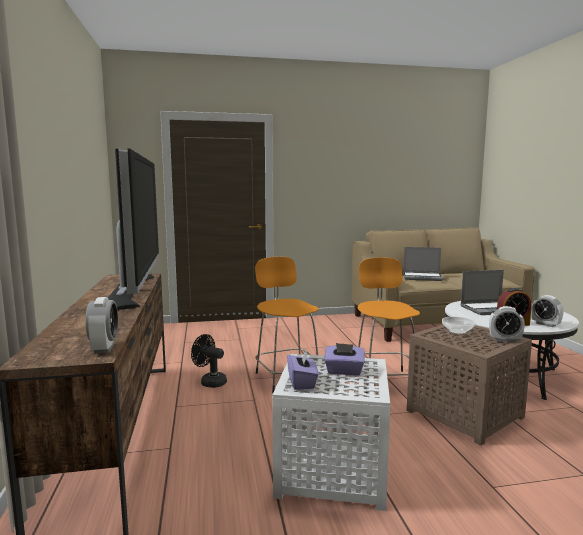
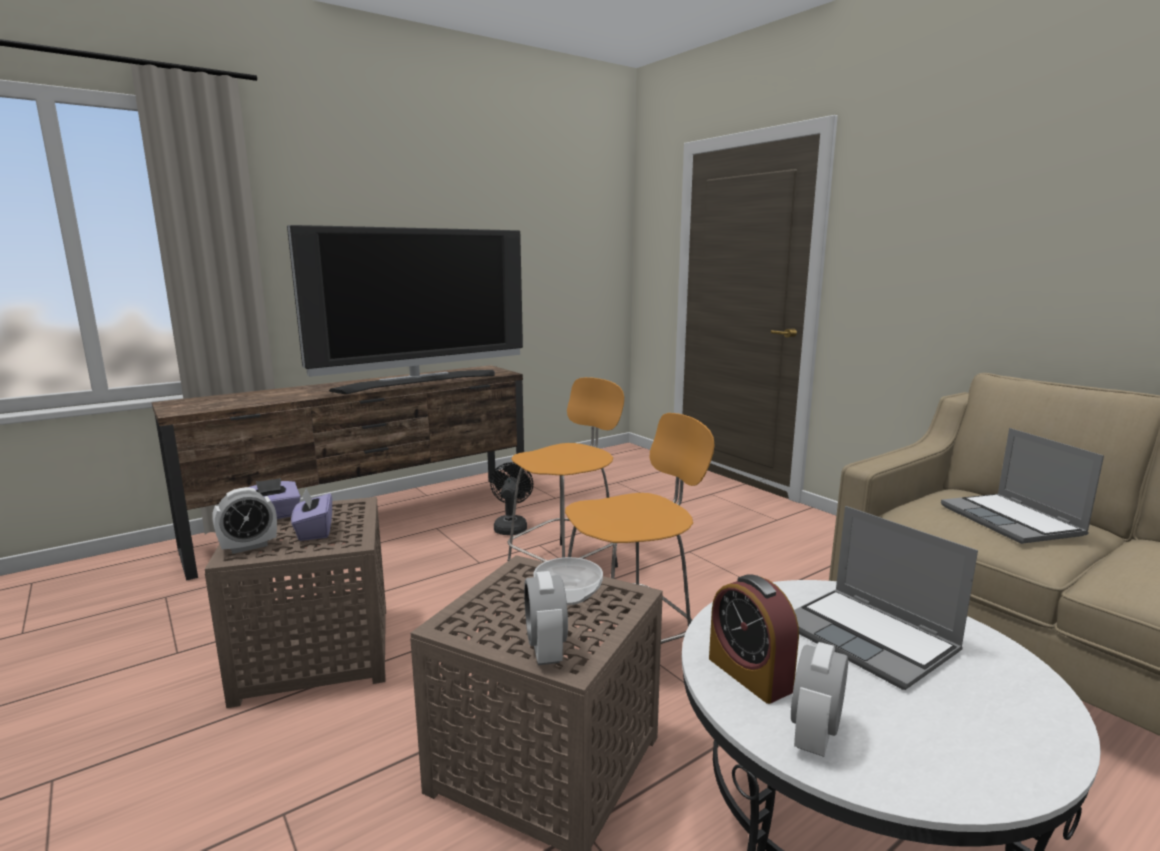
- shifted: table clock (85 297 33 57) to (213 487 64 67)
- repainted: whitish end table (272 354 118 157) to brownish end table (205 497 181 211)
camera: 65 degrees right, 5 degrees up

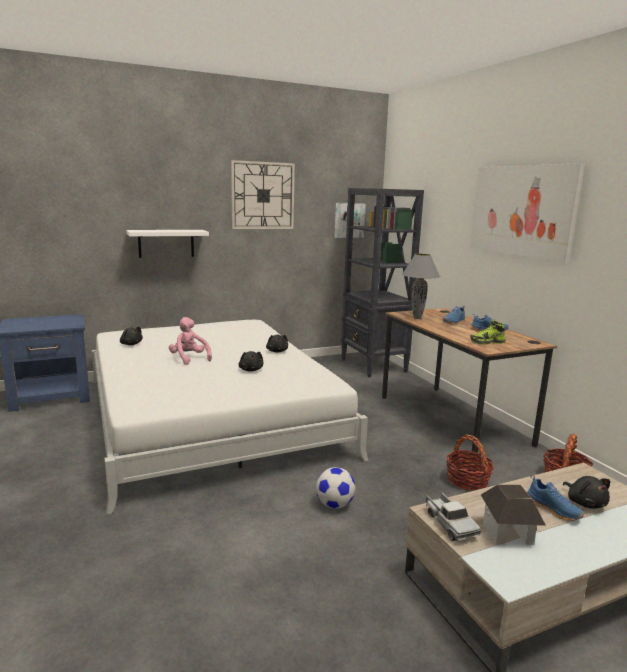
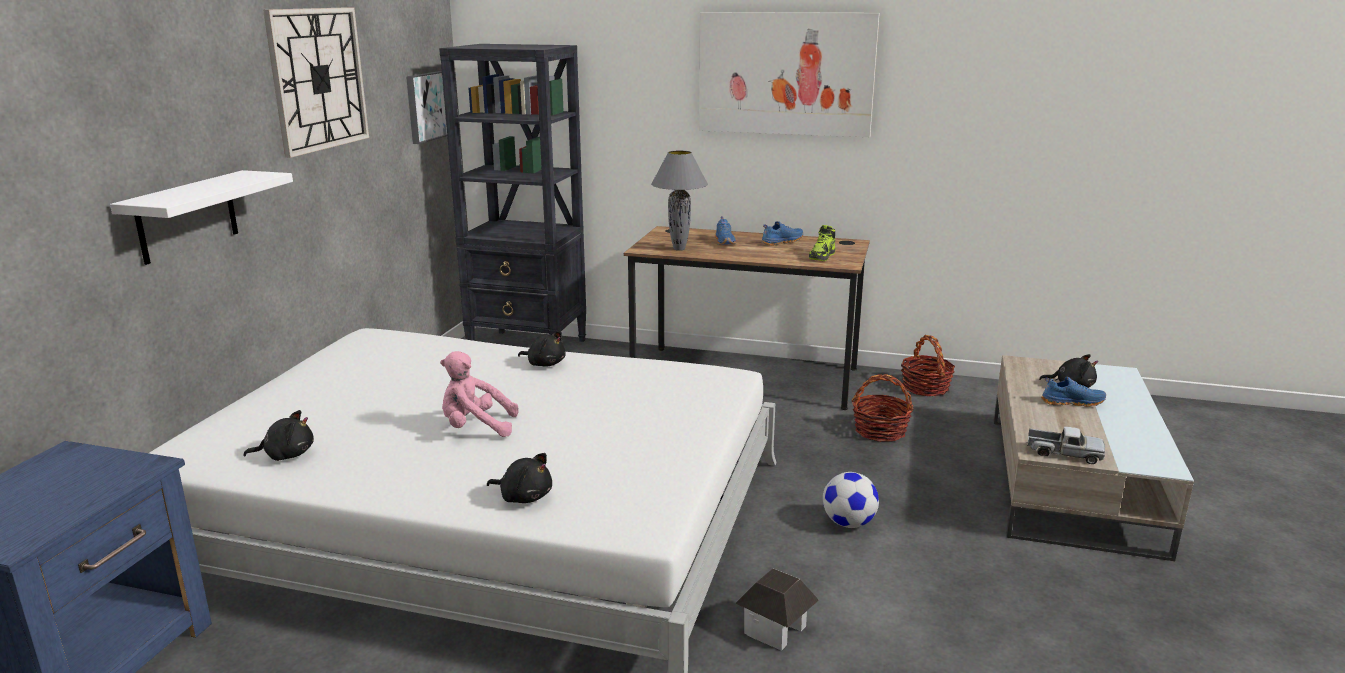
- shifted: blackish soft toy (238 351 26 21) to (487 453 65 50)
- shifted: model house (481 485 65 60) to (735 569 84 82)
camera: 50 degrees left, 5 degrees up

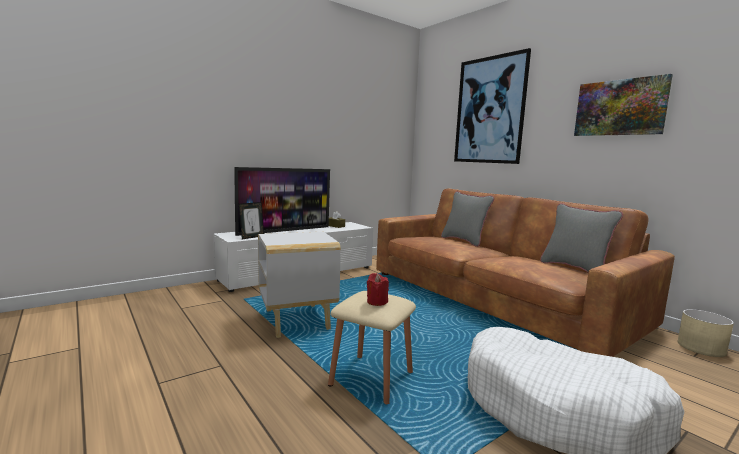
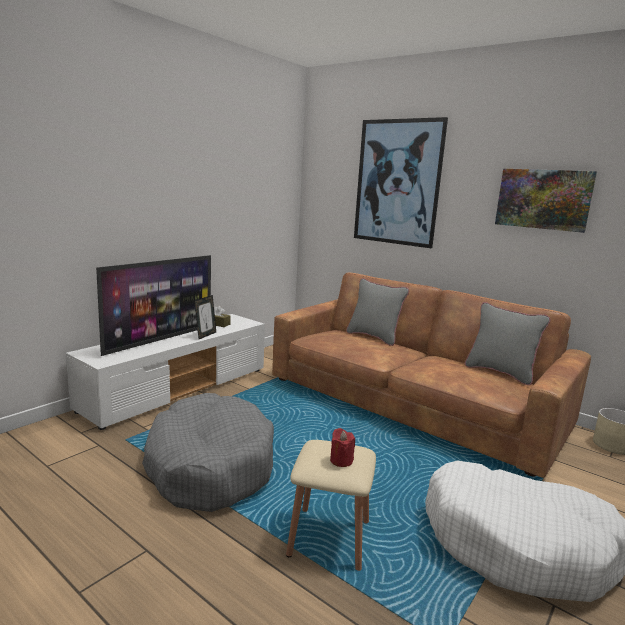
- shifted: standing frame (239 202 25 37) to (194 295 22 44)
- swapped: whitish end table (258 232 83 106) to greyish dog cushion (142 393 132 119)
camera: 15 degrees left, 5 degrees up

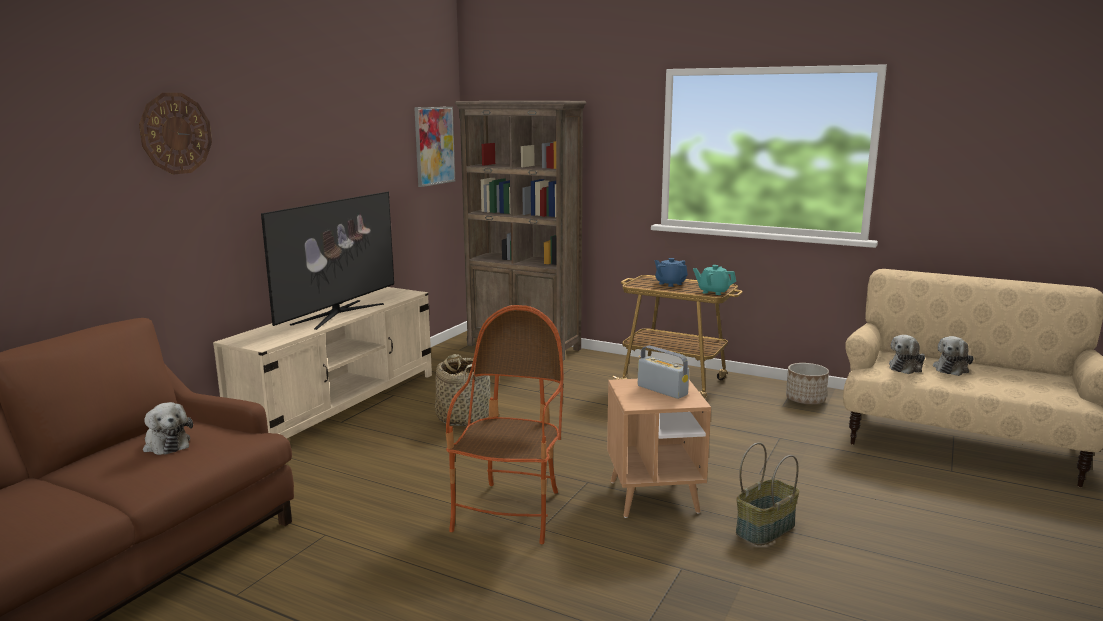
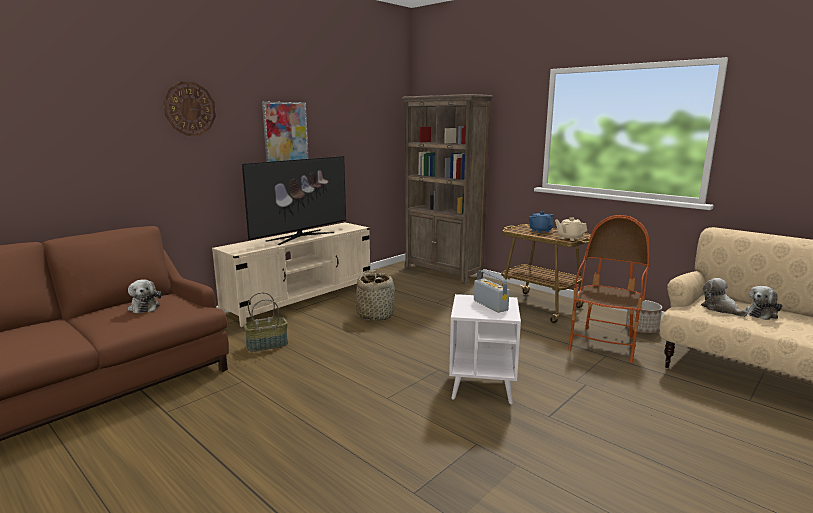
- shifted: wall art (414 107 41 80) to (262 101 47 61)
- shifted: easy chair (446 305 118 239) to (568 215 82 148)
- shifted: basket (736 442 63 104) to (244 292 44 60)
- repainted: brownish end table (607 379 104 139) to whitish end table (449 294 72 110)
- repainted: turquoise tea pot (693 265 43 30) to beige tea pot (555 217 32 24)
- rotated: soft toy (889 335 36 39) = (701 278 47 39) 90 degrees clockwise
camera: 15 degrees right, 0 degrees up

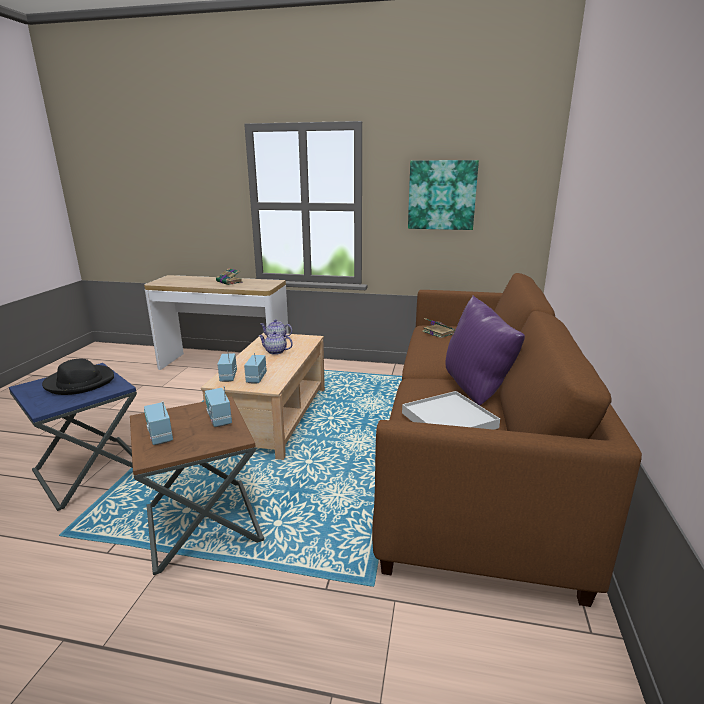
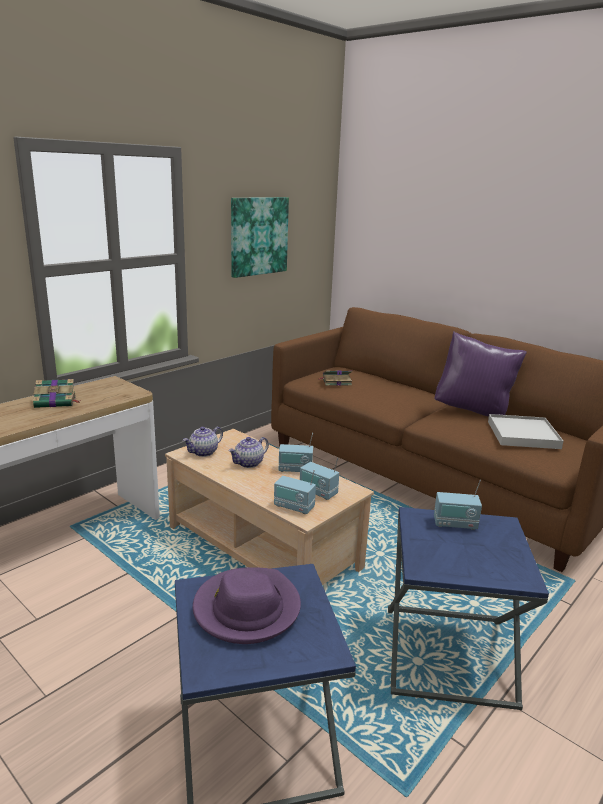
- shifted: radio (144 401 29 44) to (279 433 34 39)
- repainted: blackish clothing hat (42 359 72 36) to purple-coloured clothing hat (193 567 108 77)
- repainted: brownish end table (130 396 134 179) to bluish end table (388 507 161 203)
camera: 60 degrees left, 0 degrees up

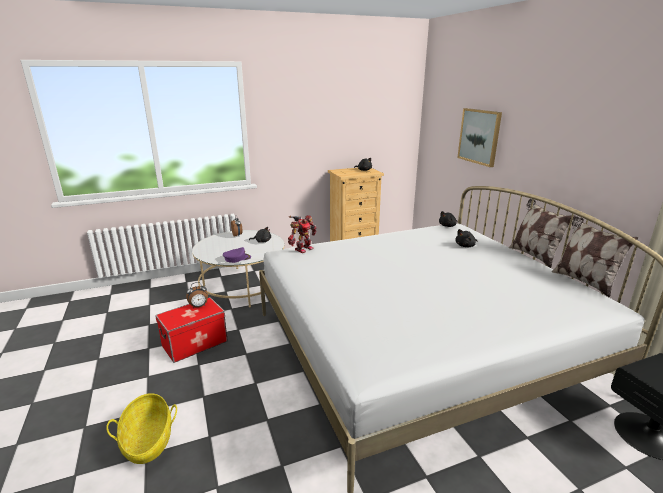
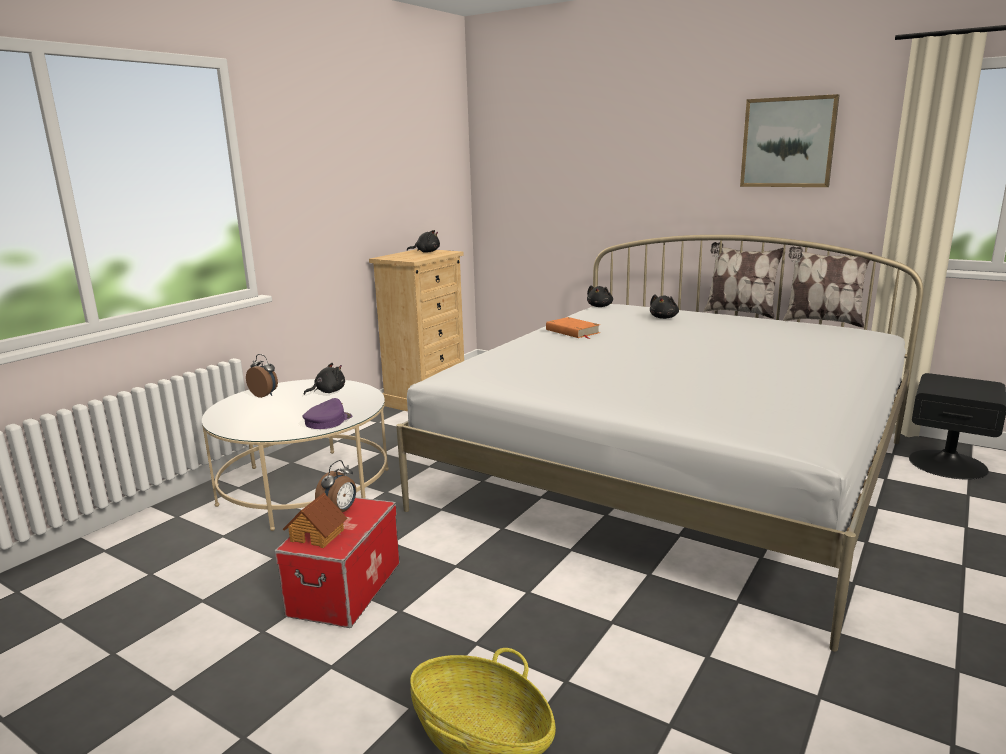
- gone: robot figure (288 215 29 38)
- new: model house (283 492 65 56)
- new: orange volume (546 317 54 22)
- shifted: wall art (457 108 45 59) to (740 94 99 93)
camera: 35 degrees left, 5 degrees down

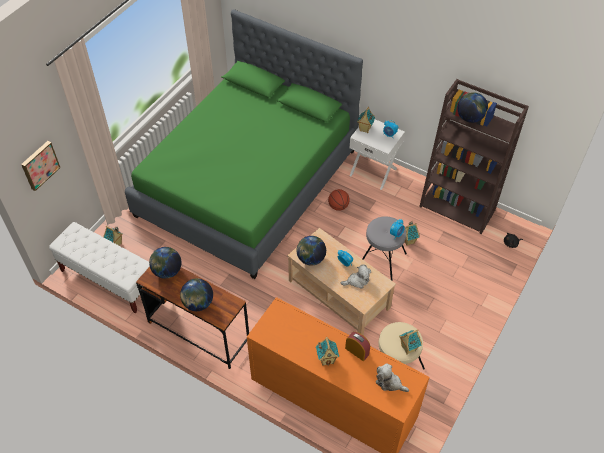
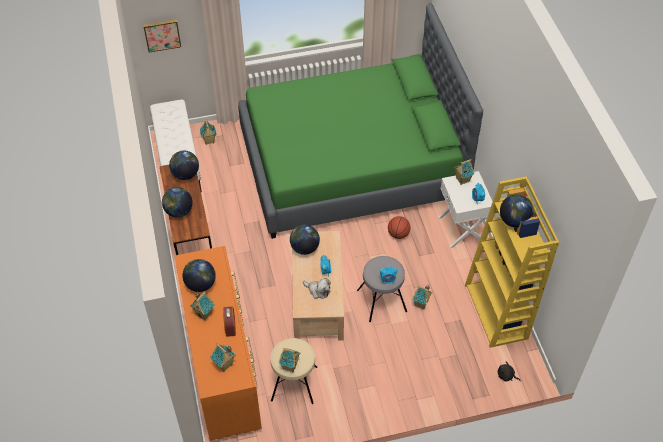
- new: world globe (182 259 34 33)
- swapped: soft toy (376 363 33 29) to model house (210 343 26 29)
- repainted: brownish bookcase (419 79 110 155) to yellowish bookcase (465 176 94 172)
camera: 45 degrees right, 0 degrees up

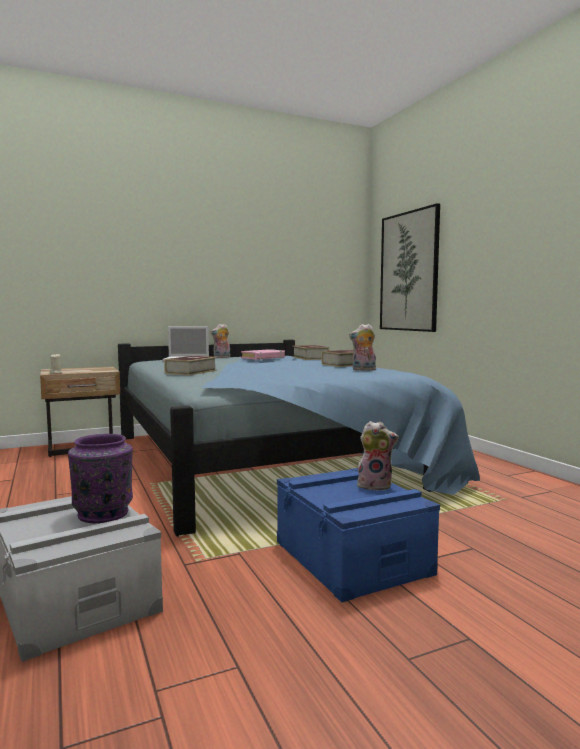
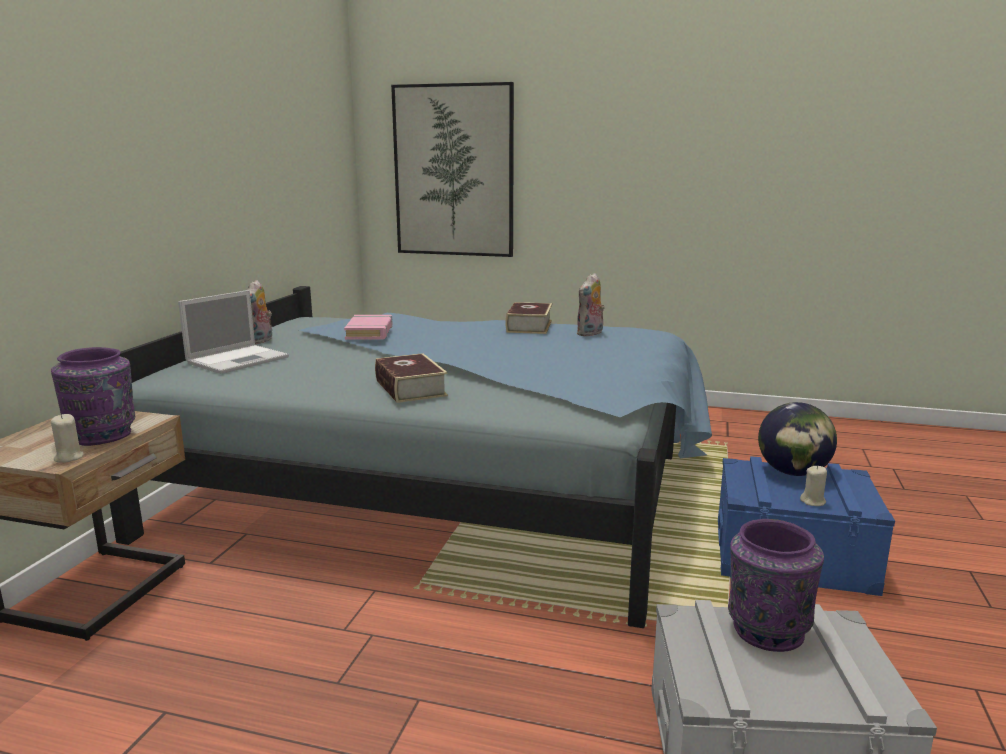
- gone: volume (293 345 36 15)
- new: purple-coloured decorative vase (51 347 84 99)
- new: beige candle (800 466 27 40)
- swapped: soft toy (357 421 42 70) to world globe (758 402 79 74)
camera: 50 degrees left, 10 degrees up

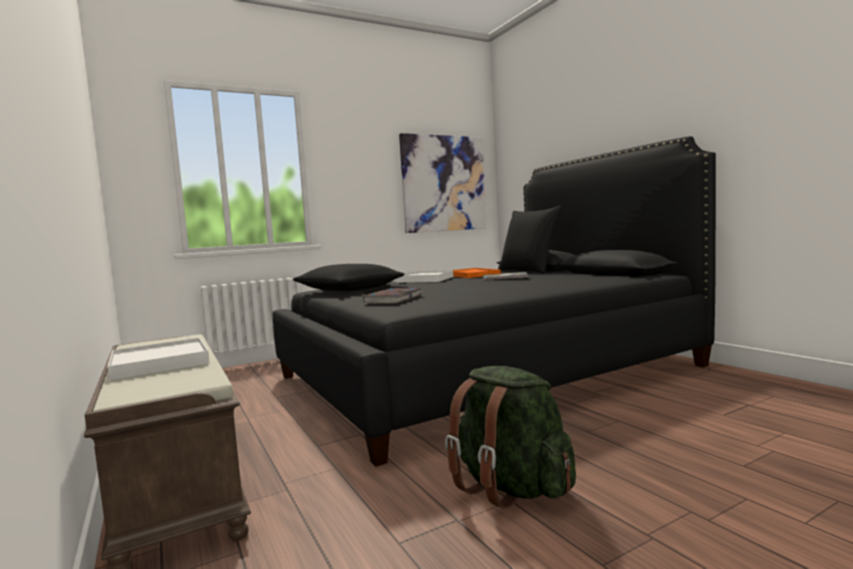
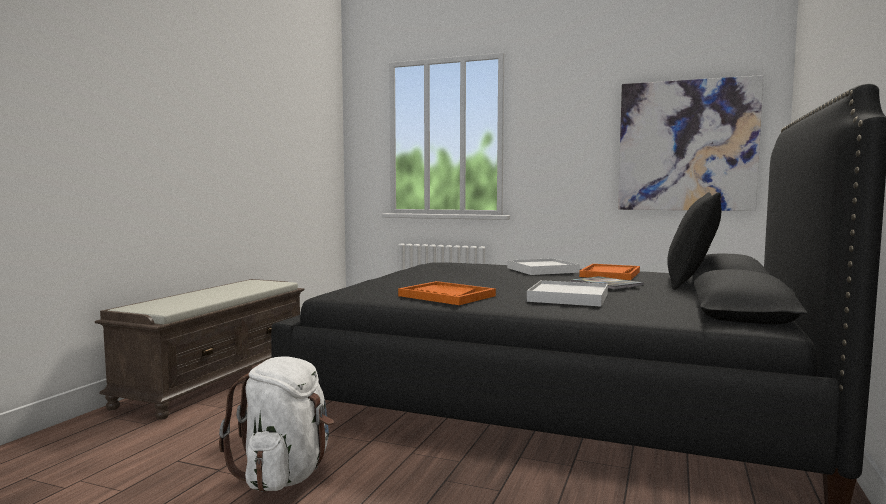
- gone: blackish throw pillow (293 264 112 27)
- gone: volume (363 288 59 15)
- new: orange tray (398 281 98 24)
- shifted: whitish tray (108 338 102 42) to (527 280 81 27)
- repainted: greenish rucksack (445 366 131 143) to whitish rucksack (219 356 115 136)
camera: 50 degrees right, 0 degrees up

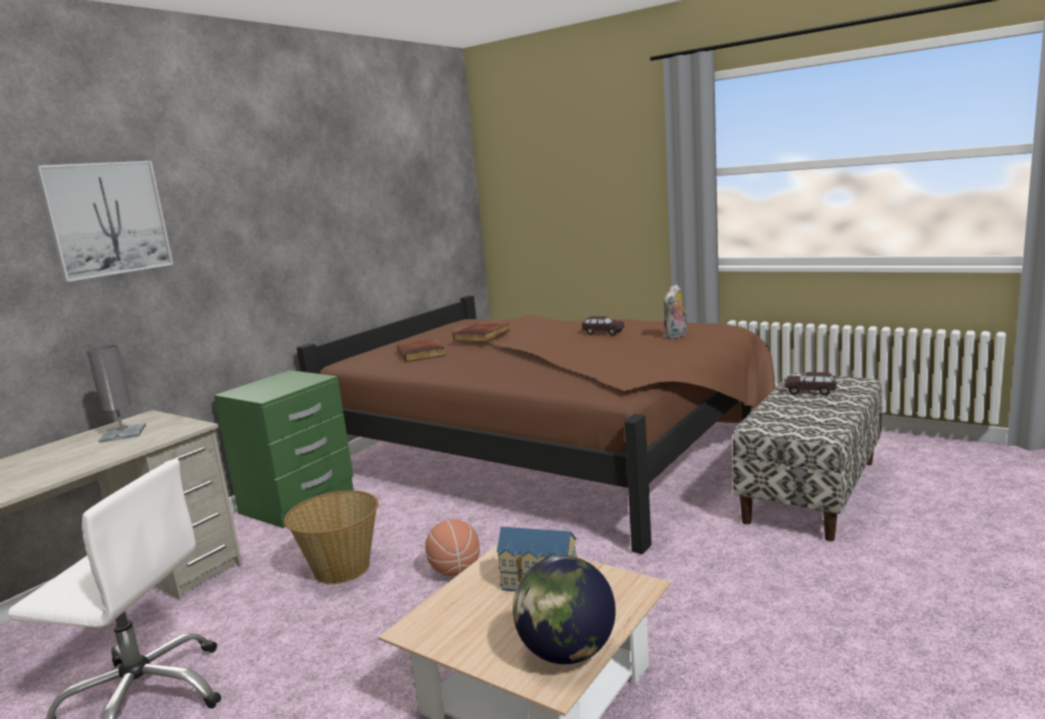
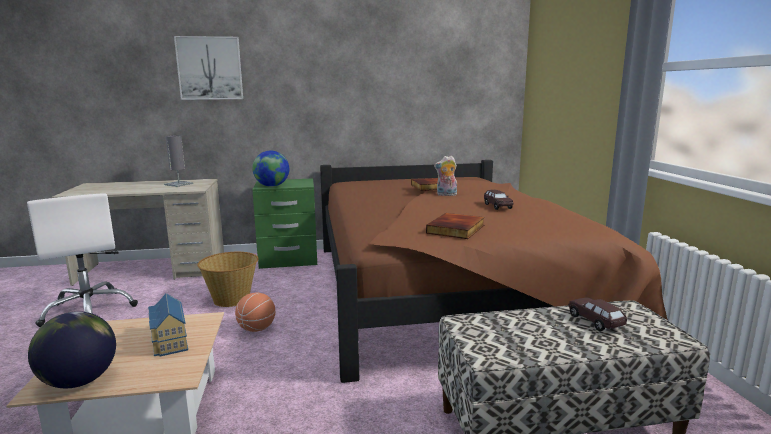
- new: world globe (252 151 37 36)
- shifted: volume (397 338 48 24) to (426 213 58 26)
- shifted: soft toy (664 284 23 55) to (434 156 23 40)
camera: 45 degrees right, 0 degrees up

